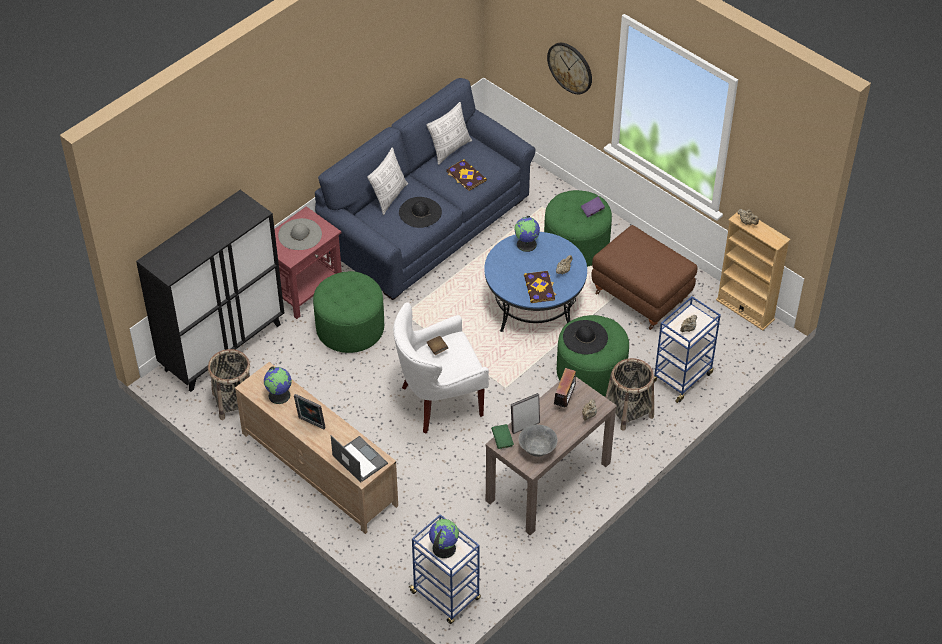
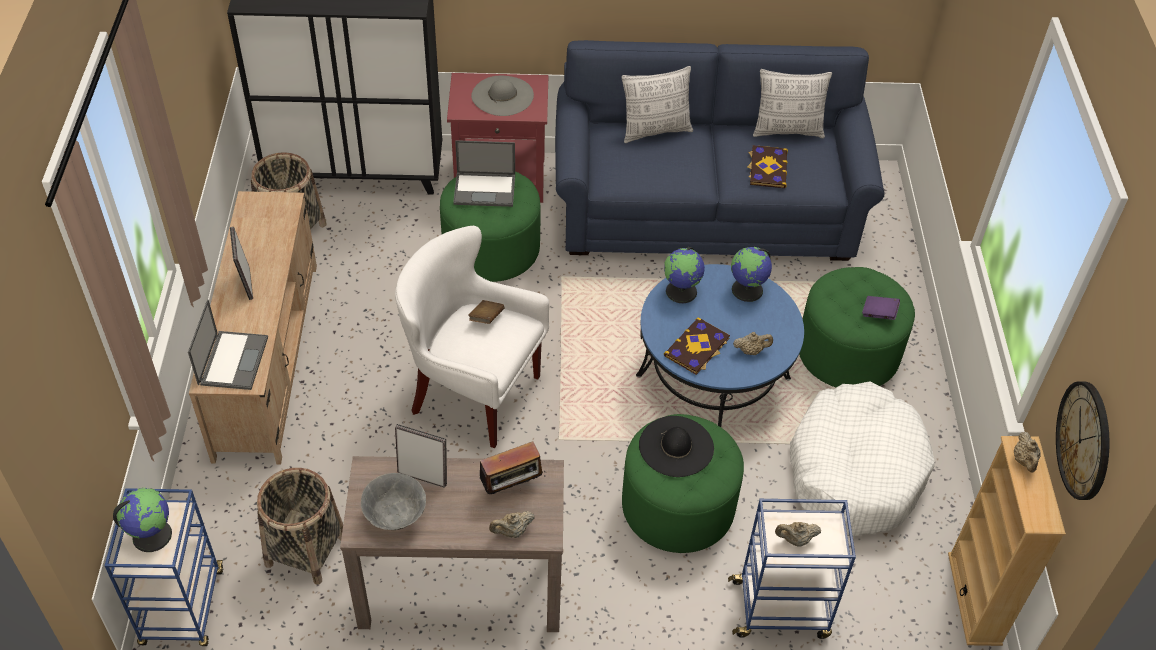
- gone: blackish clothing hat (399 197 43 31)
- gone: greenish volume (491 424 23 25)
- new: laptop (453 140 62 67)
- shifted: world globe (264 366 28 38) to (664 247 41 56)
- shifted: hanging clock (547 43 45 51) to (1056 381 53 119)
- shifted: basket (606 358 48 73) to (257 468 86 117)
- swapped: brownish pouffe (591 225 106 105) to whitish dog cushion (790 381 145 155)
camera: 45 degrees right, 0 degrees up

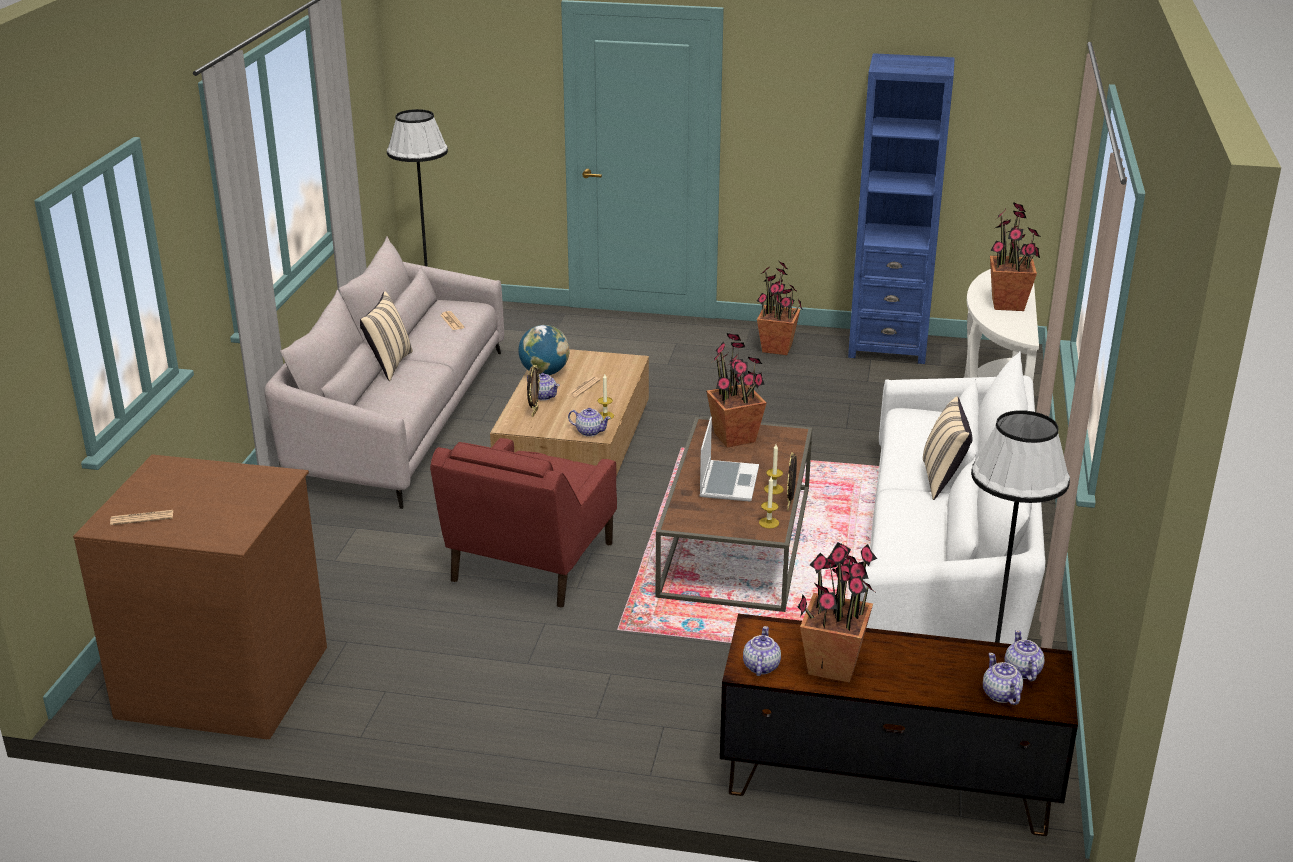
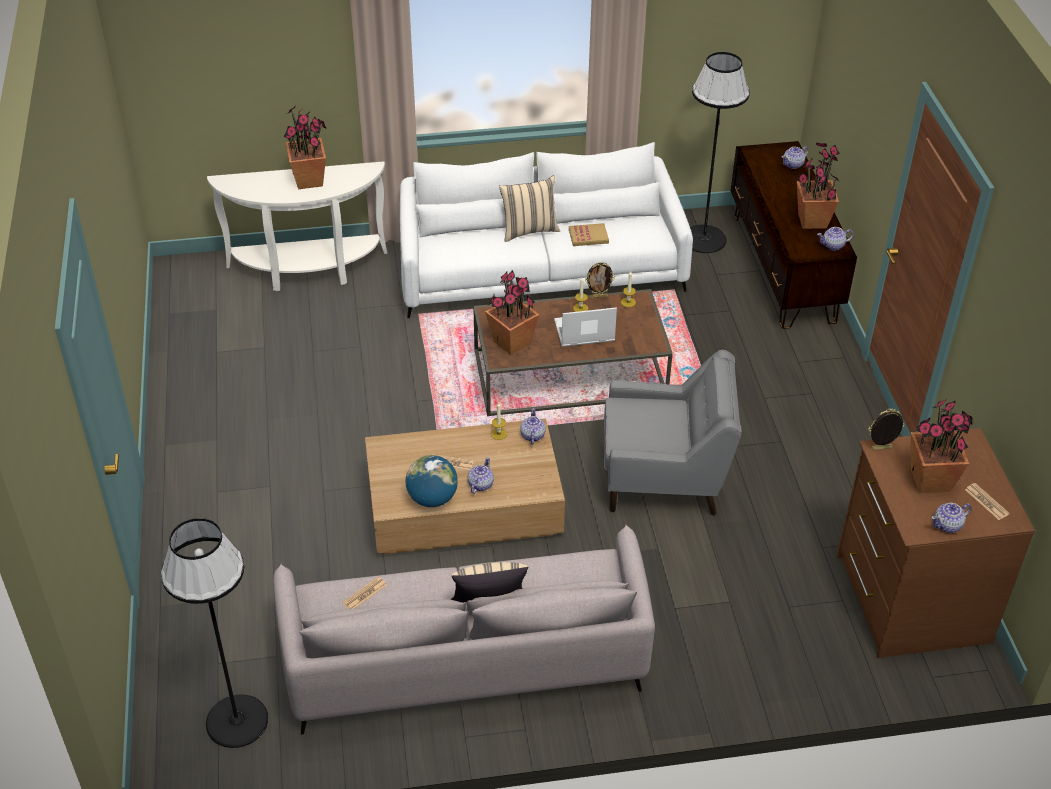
- gone: bluish bookcase (848 53 107 311)
- new: volume (569 223 40 23)
- shifted: standing frame (527 364 13 53) to (868 409 36 41)
- shifted: houseplant (757 261 46 94) to (911 399 61 94)
- shifted: tea pot (1004 630 41 51) to (931 503 40 30)
- repainted: red easy chair (430 438 187 170) to greyish easy chair (604 350 138 165)
camera: 110 degrees left, 15 degrees up

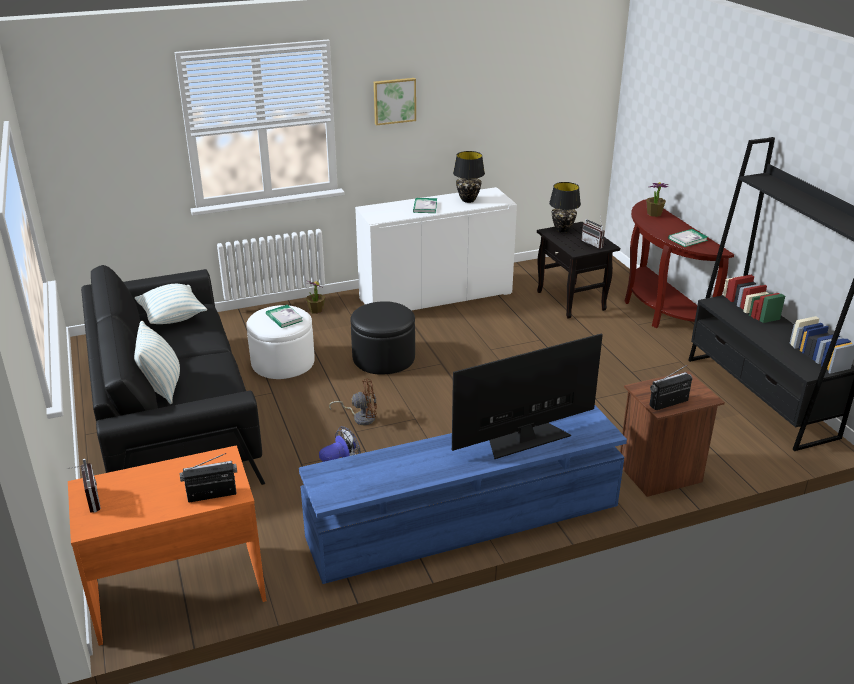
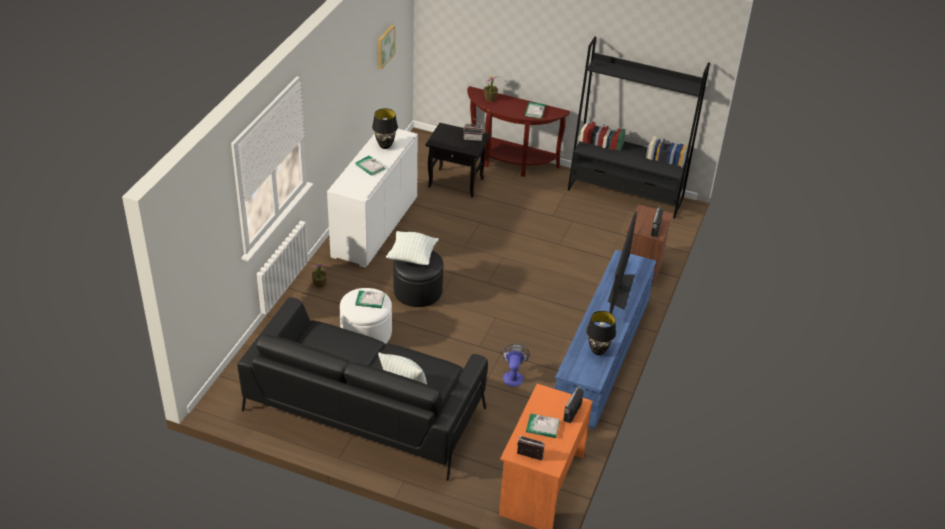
- gone: brownish electric fan (329 379 48 46)
- new: volume (526 413 34 25)
- shifted: throw pillow (135 284 72 40) to (386 231 53 34)
- shifted: wall art (374 78 42 48) to (378 25 17 44)
- shifted: blackish lamp for a table (549 182 32 51) to (586 311 30 44)
camera: 50 degrees left, 10 degrees up

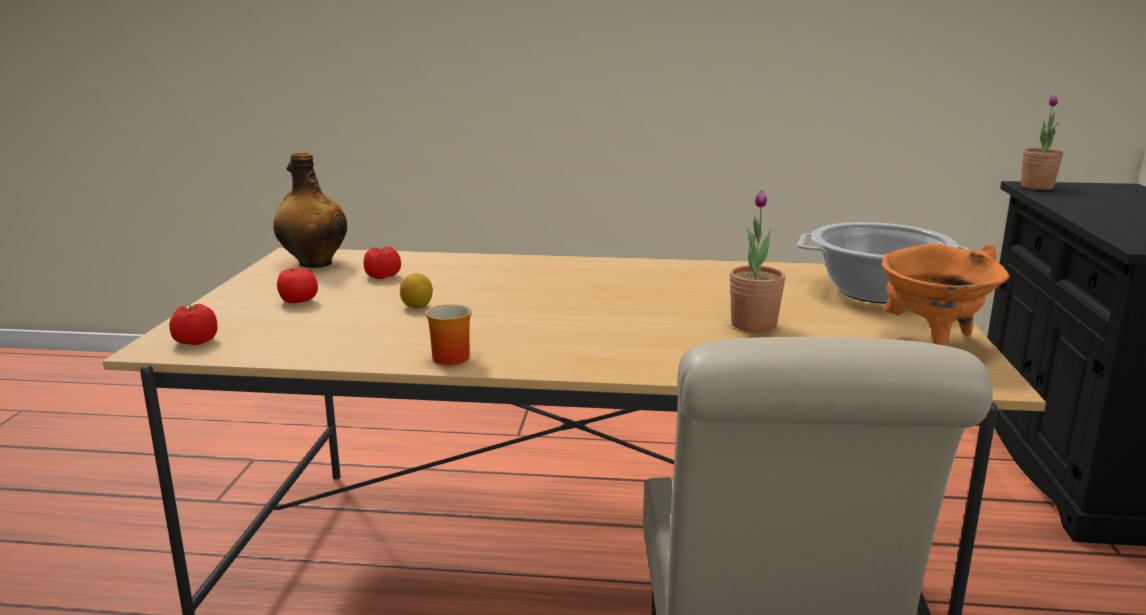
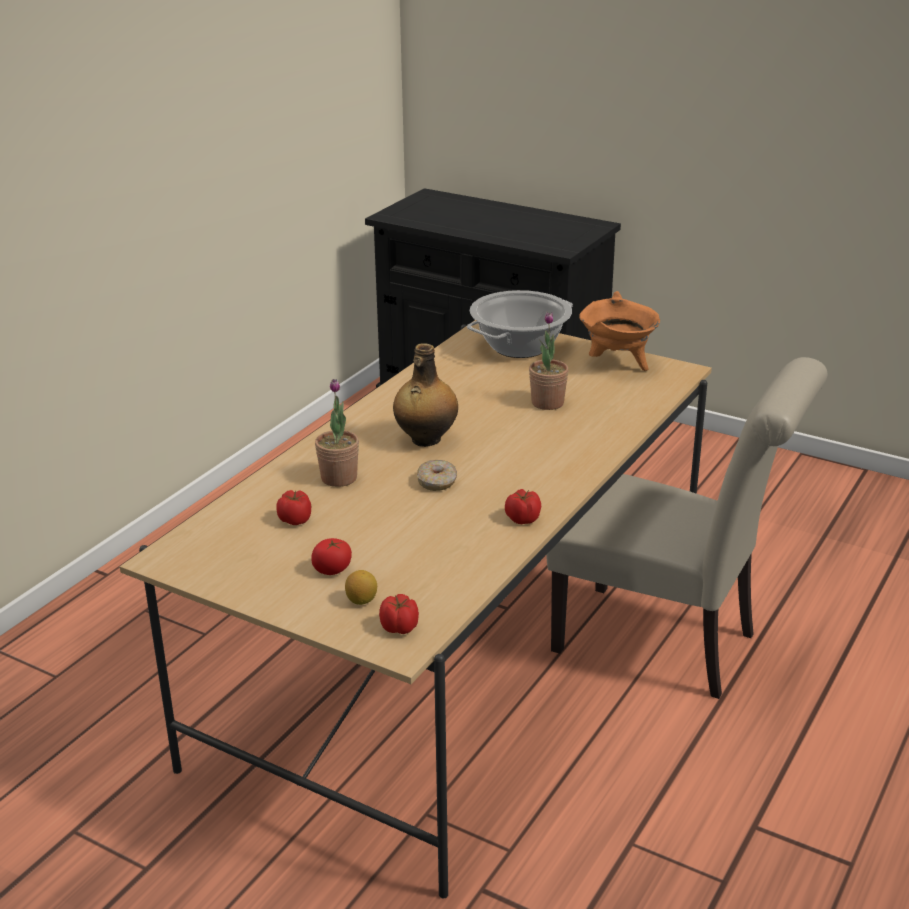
- new: ring doughnut (417 460 40 31)
- shifted: beverage bottle (273 152 74 116) to (393 343 65 104)
- shifted: whole lemon (400 273 33 36) to (345 570 32 35)
- shifted: houseplant (1021 95 42 95) to (315 379 44 108)
- swapped: coffee mug (425 304 47 61) to fresh tomato (505 489 36 35)
camera: 65 degrees left, 10 degrees up

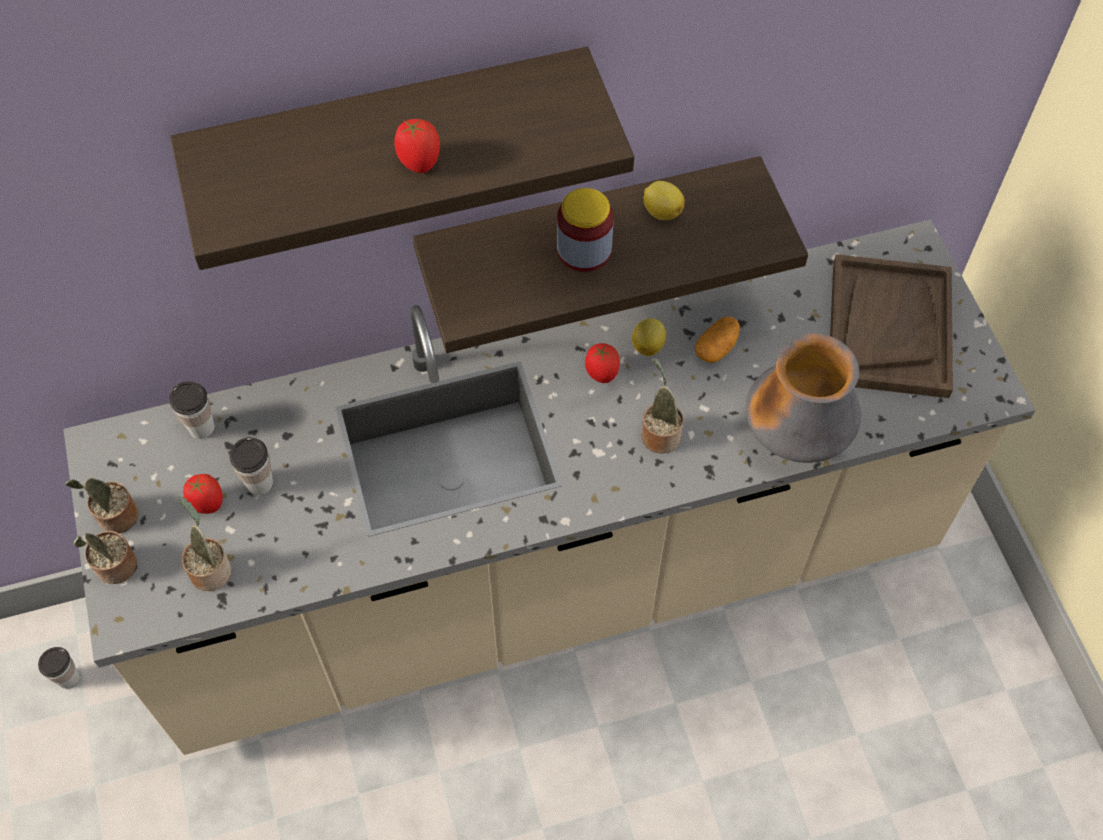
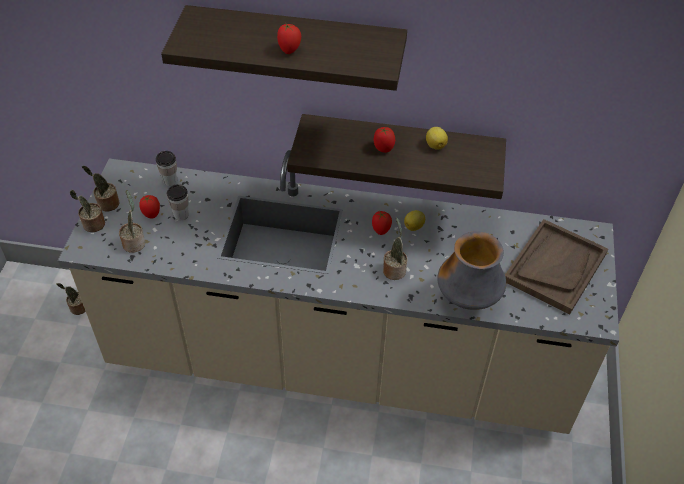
- gone: potato (695 316 45 47)
- swapped: cup (38 647 42 42) to houseplant (56 283 30 32)
- swapped: storage jar (557 188 57 84) to fresh tomato (374 127 21 26)
camera: 25 degrees right, 10 degrees down

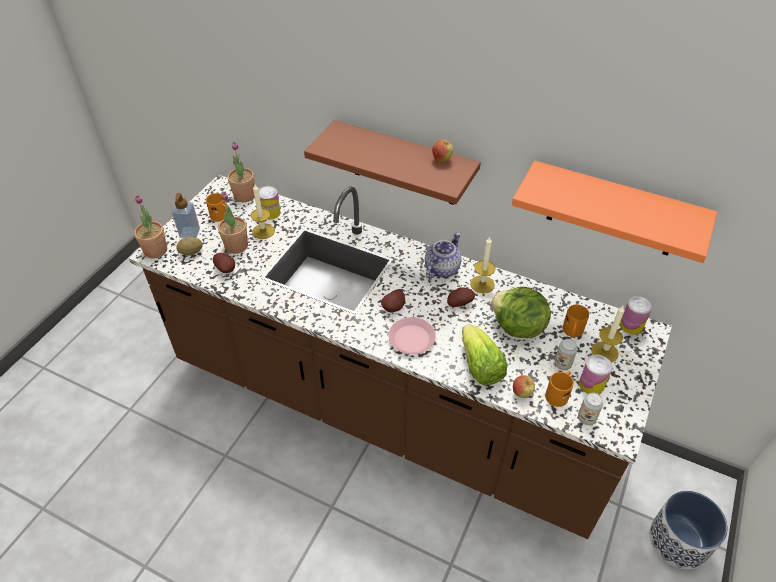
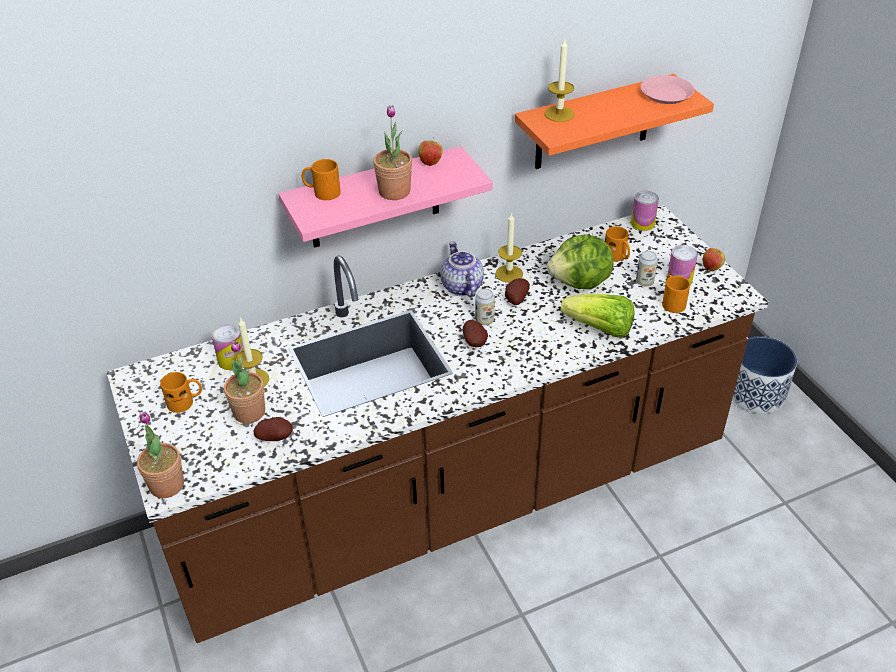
- gone: liquid soap bottle (172 193 28 45)
- gone: potato (176 237 27 19)
- new: orange coffee mug (302 159 39 41)
- shifted: houseplant (228 142 27 60) to (373 105 39 95)
- shifted: pink-coloured plate (388 317 48 37) to (641 75 53 29)
- shifted: whole apple (513 375 22 23) to (703 248 22 23)
- shifted: can (578 393 25 32) to (475 289 20 36)
- shifted: candle (591 306 34 57) to (544 39 30 83)
- repainted: brownish shelf (304 120 177 85) to pink-coloured shelf (279 146 214 102)
camera: 50 degrees left, 5 degrees down

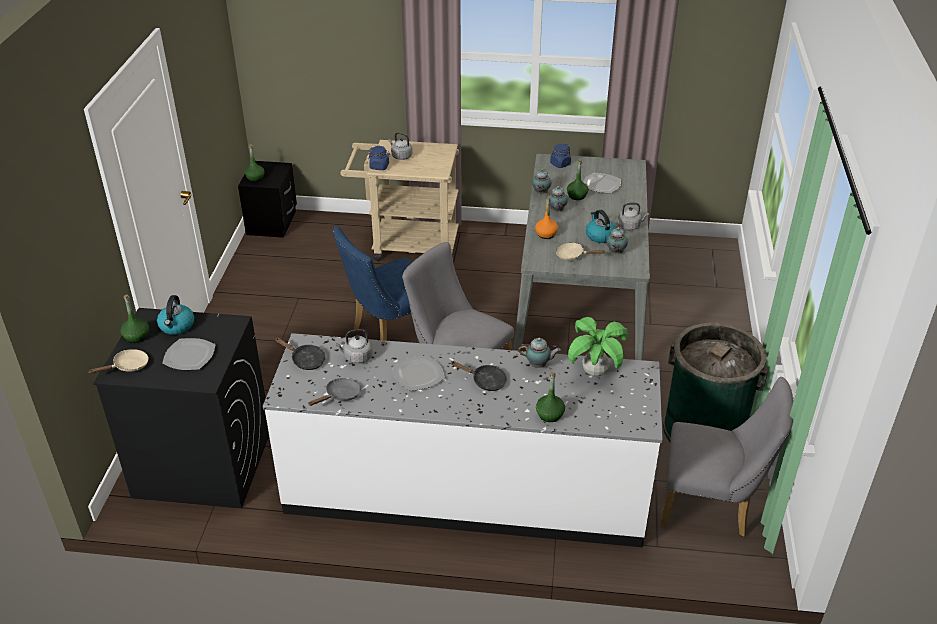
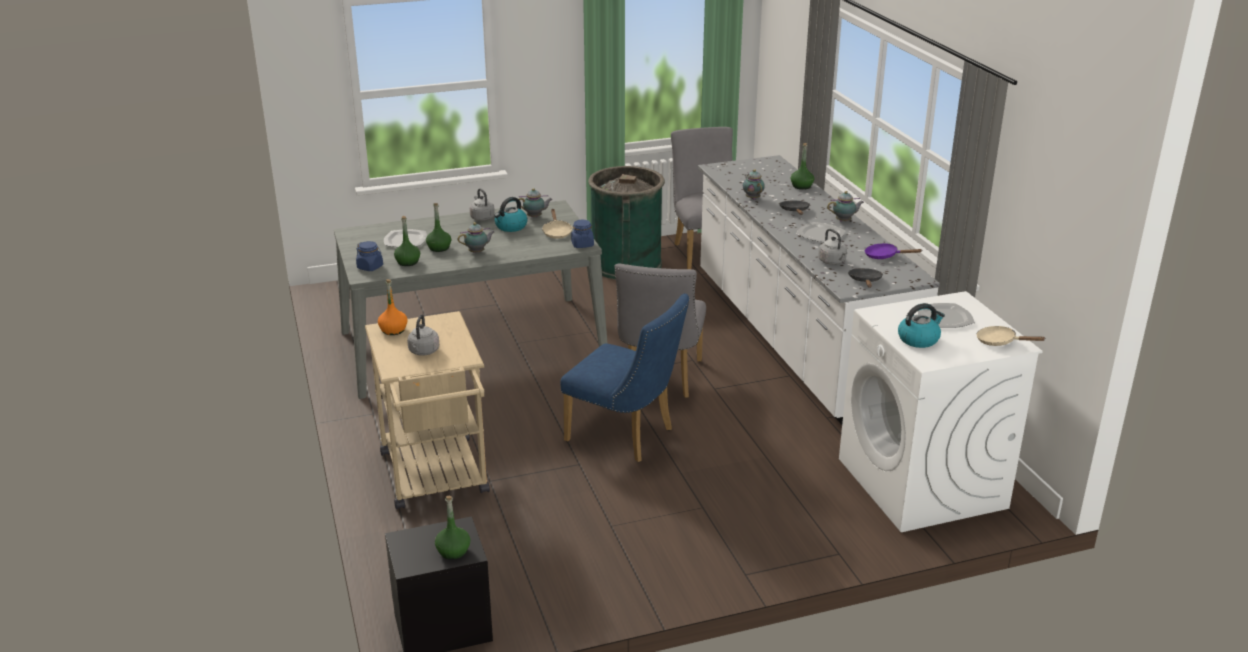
- gone: houseplant (568 317 60 60)
- shifted: greenish beverage bottle (121 295 28 48) to (394 216 26 50)
- shifted: bluish storage jar (368 146 22 24) to (571 220 23 28)
- shifted: tea pot (532 169 19 25) to (827 191 37 31)
- shifted: orange beverage bottle (535 196 23 43) to (378 279 30 56)
- repainted: blackish laundry machine (93 308 176 200) to whitish laundry machine (839 291 204 241)
- repainted: greyish skillet (308 378 53 28) to purple-coloured skillet (865 243 56 16)
camera: 115 degrees left, 10 degrees down

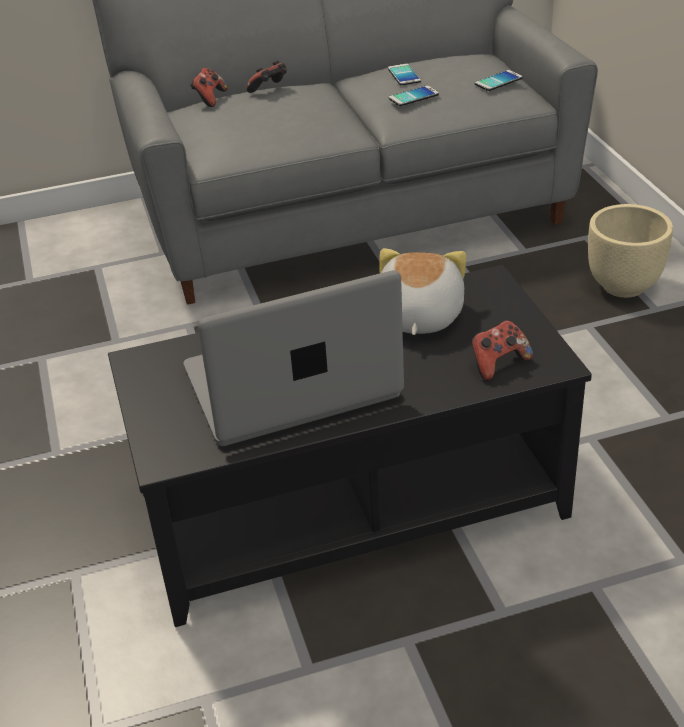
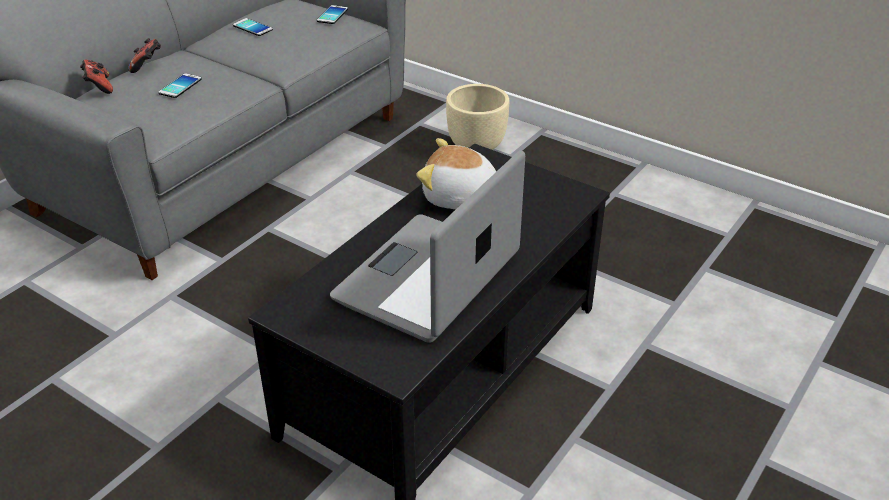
- gone: gamepad (472 320 61 60)
- shifted: phone (389 85 50 21) to (158 73 44 25)
- rotated: soft toy (379 248 87 87) = (416 138 80 71) 45 degrees counterclockwise
camera: 40 degrees left, 0 degrees up

